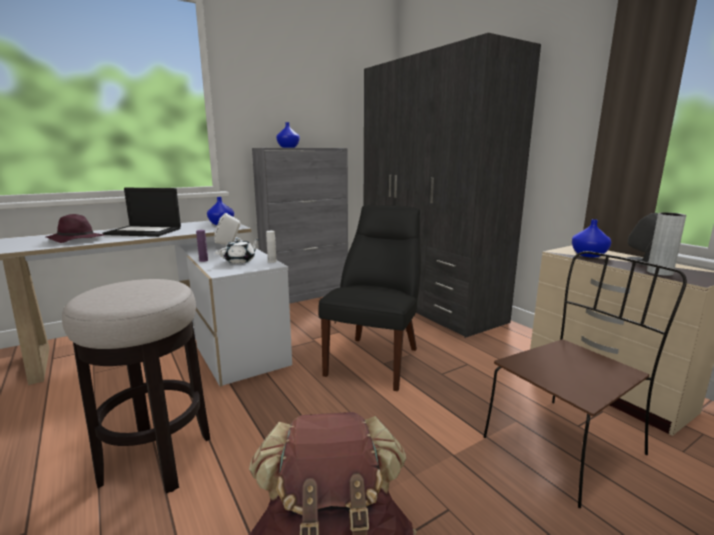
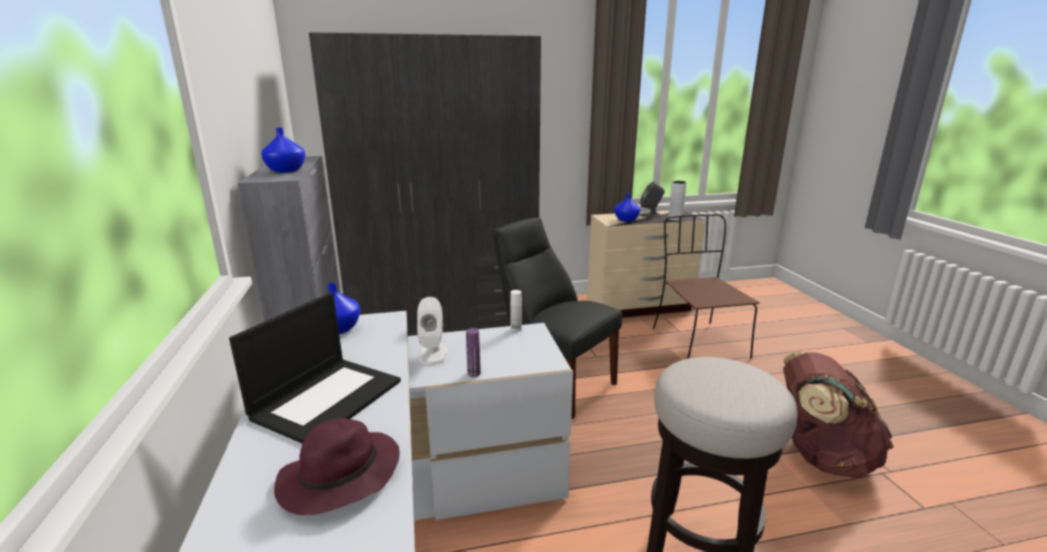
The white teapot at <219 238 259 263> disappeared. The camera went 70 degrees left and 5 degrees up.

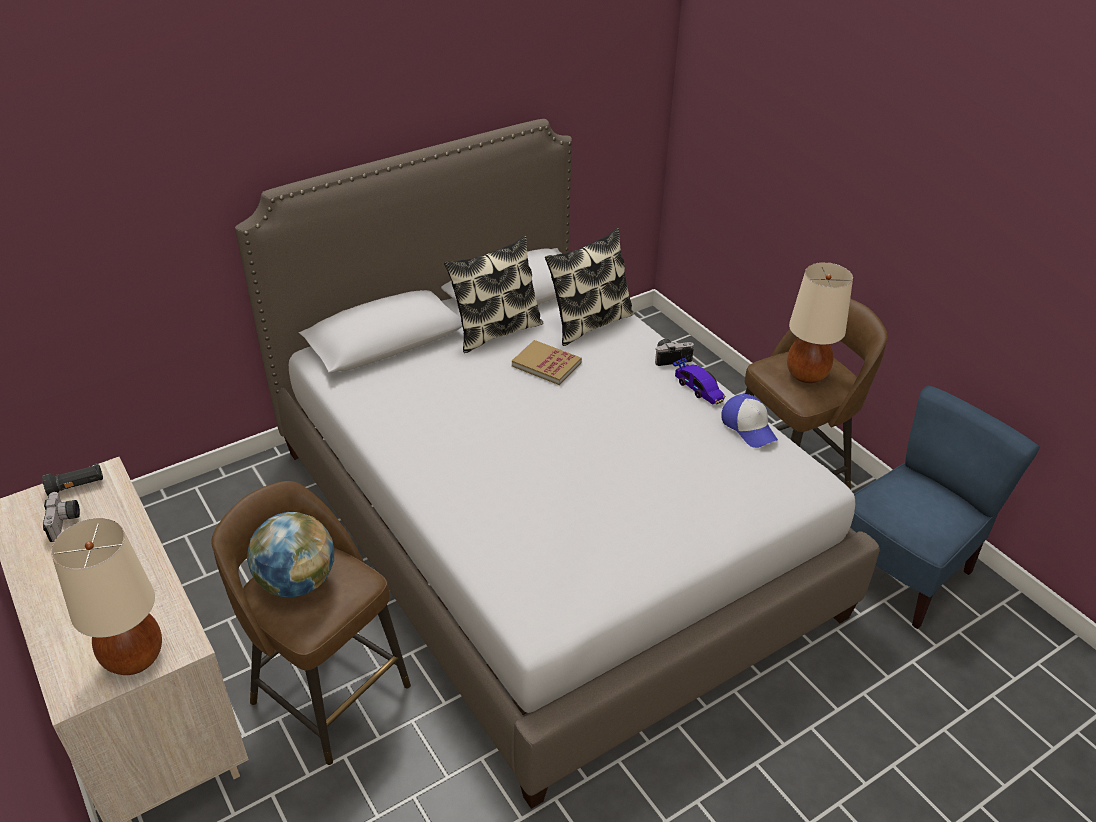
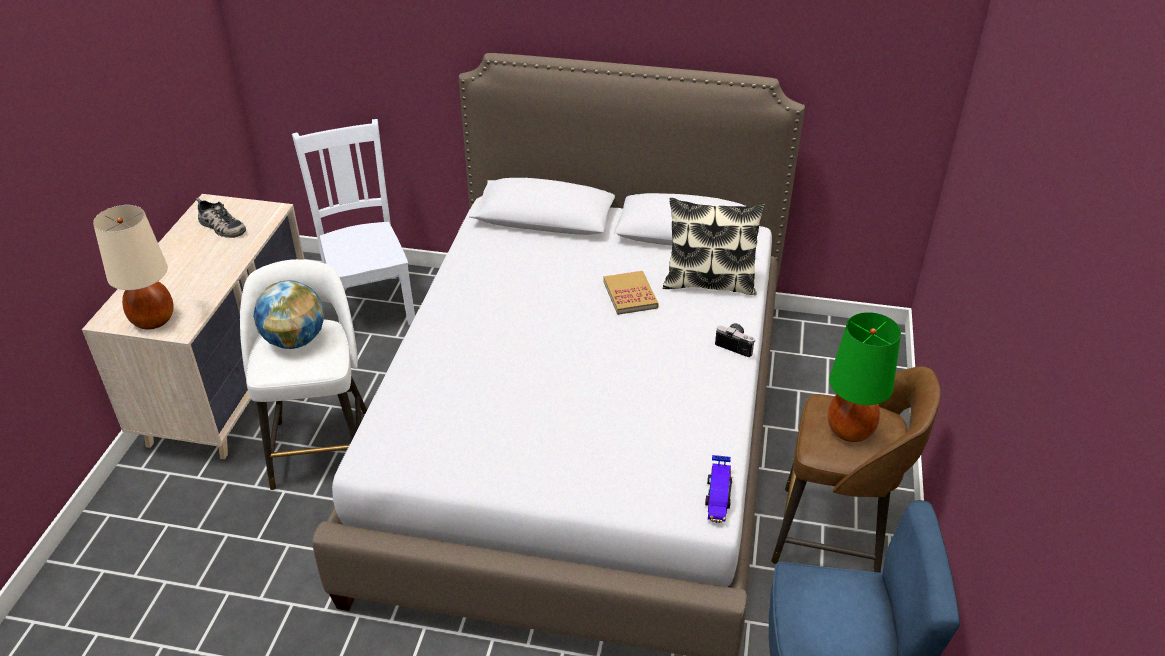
The pillow at <444 236 543 353> disappeared. The beige table lamp at <787 262 853 383> became the green table lamp at <827 312 901 442>. The toy car moved from <673 358 725 405> to <705 455 732 523>. The cap at <721 394 778 448> disappeared. The black flashlight at <42 463 103 496> disappeared. The brown stool at <211 481 411 765> became the white stool at <240 259 367 490>. The photo camera at <43 492 80 542> was replaced by the shoe at <195 198 246 238>. The white chair at <292 119 415 325> appeared. The camera went 45 degrees right and 0 degrees up.

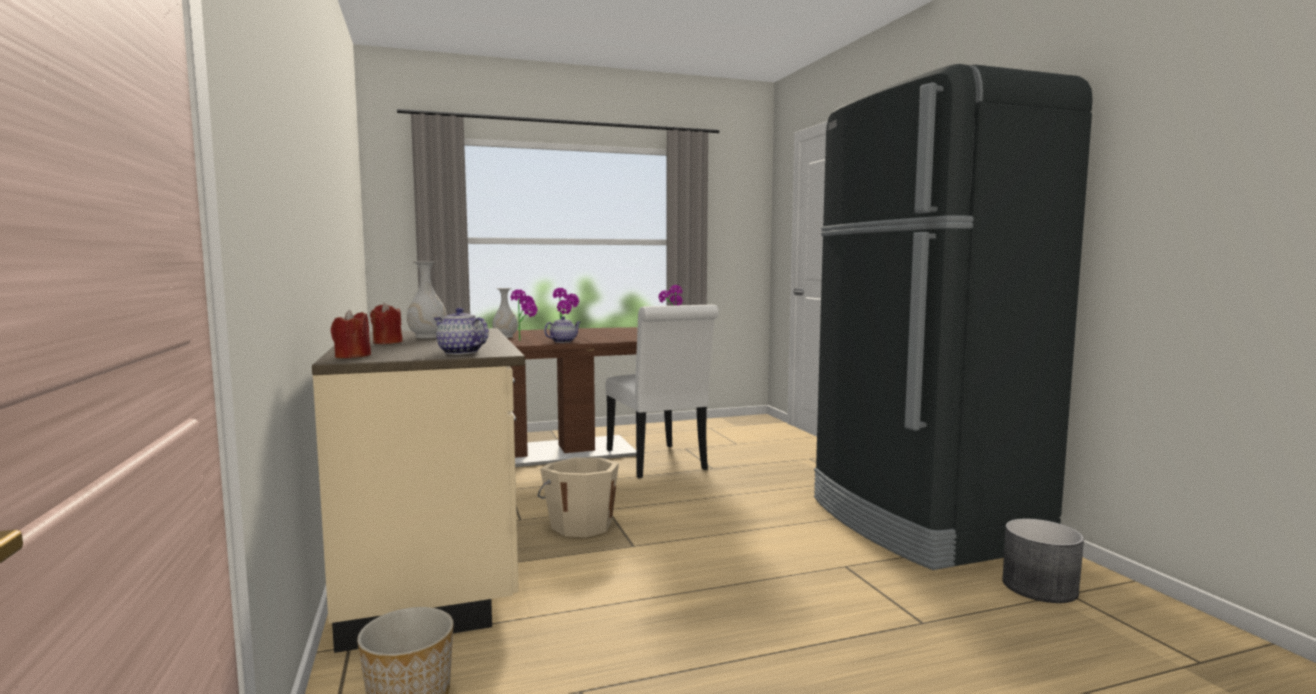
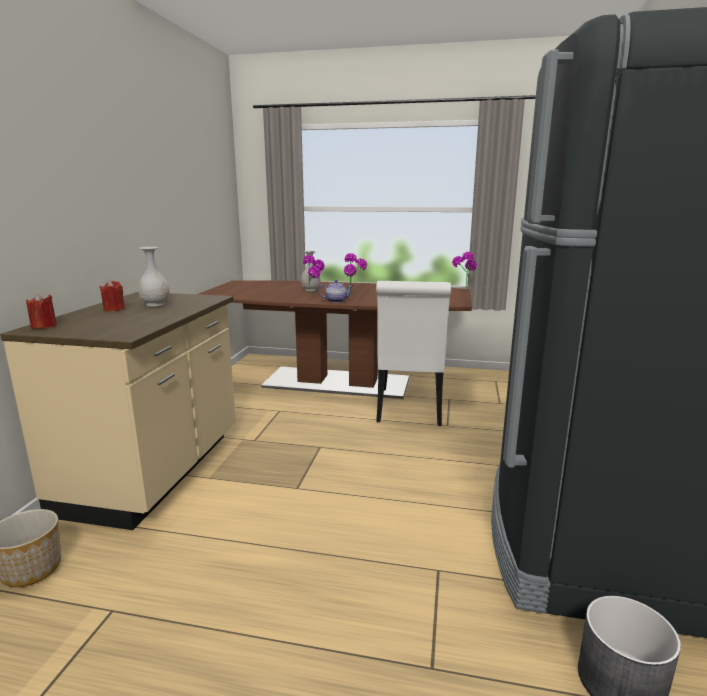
The teapot at <434 308 489 355> disappeared. The beige bucket at <538 457 619 537> disappeared. The camera went 30 degrees right and 10 degrees up.

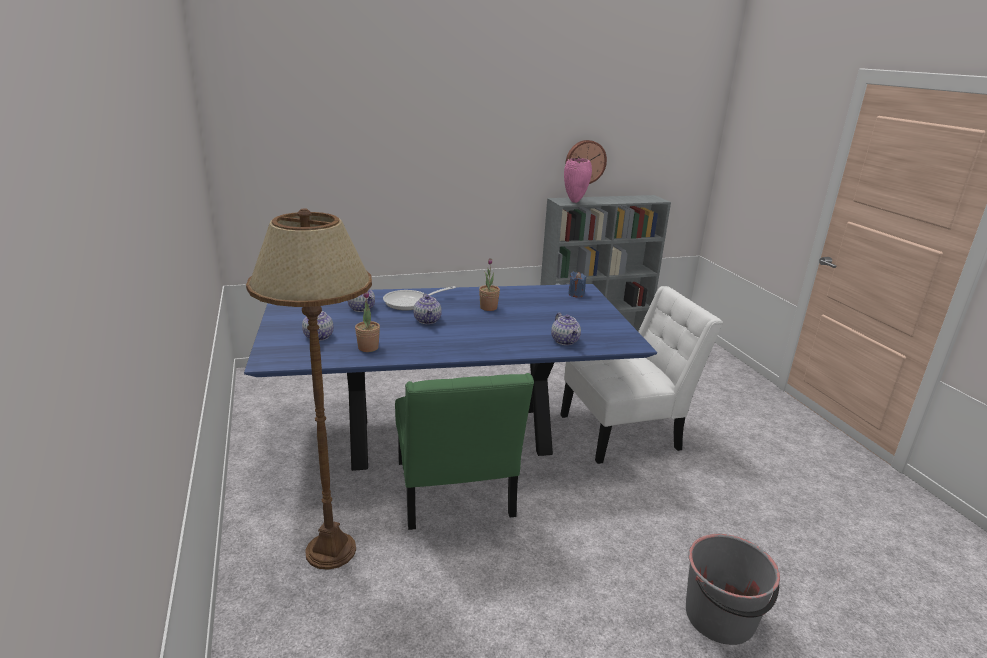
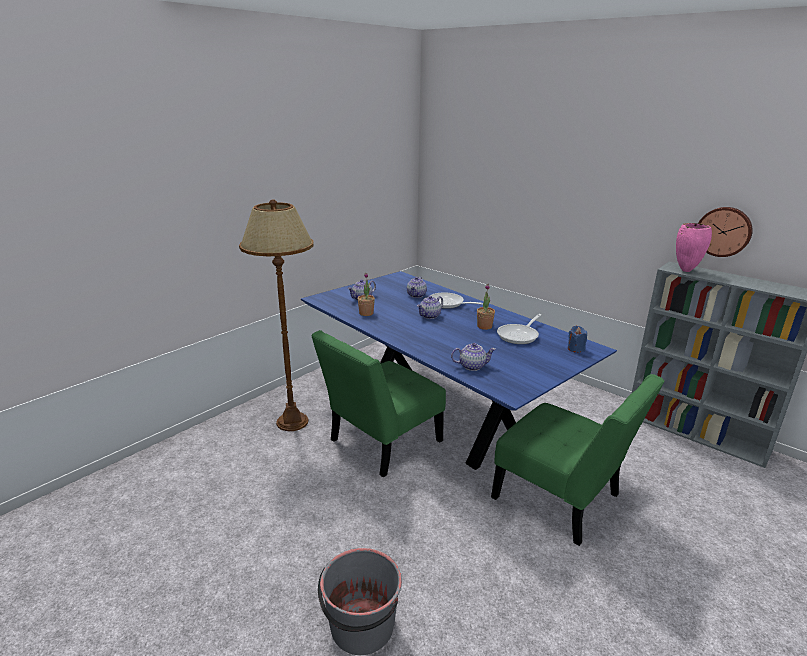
The white chair at <560 286 723 464> became the green chair at <491 374 664 546>. The teapot at <551 313 581 345> turned 135 degrees counterclockwise. The frying pan at <497 314 542 344> appeared. The camera went 60 degrees right and 0 degrees up.

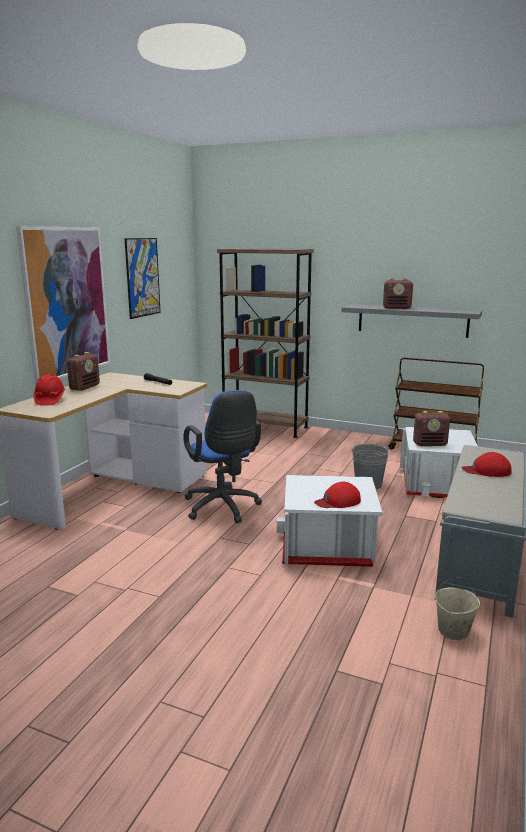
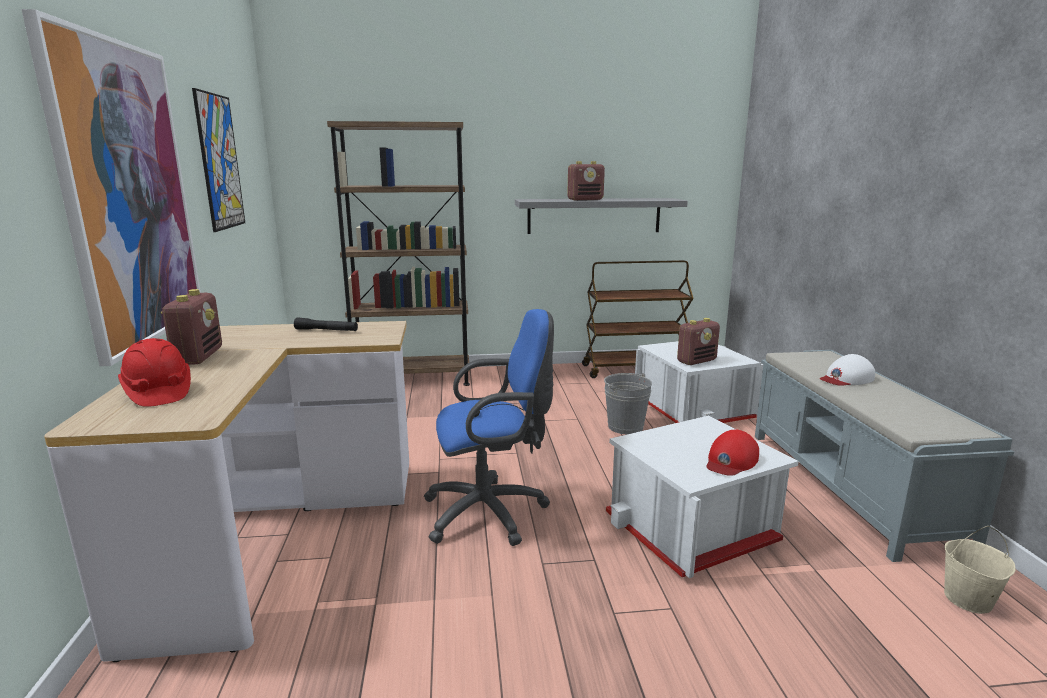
The blue office chair at <184 390 262 523> turned 45 degrees counterclockwise. The red cap at <462 452 511 477> became the white cap at <820 354 875 386>. The camera went 30 degrees left and 0 degrees up.

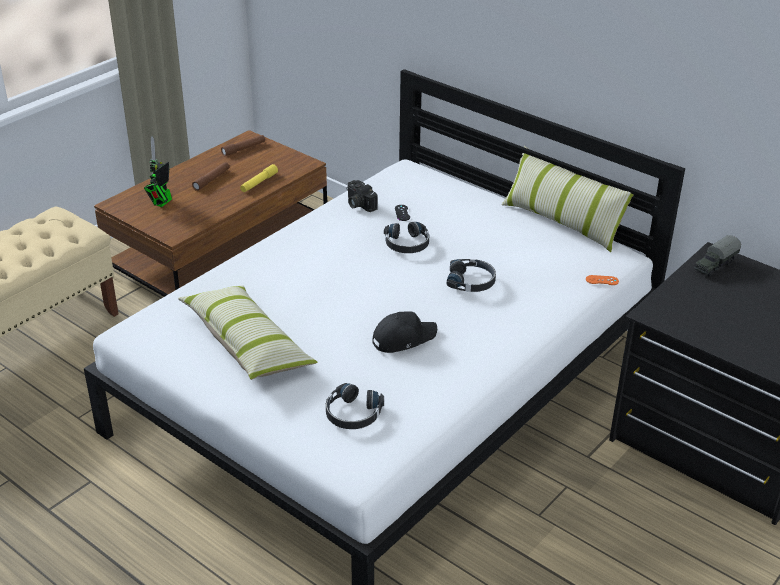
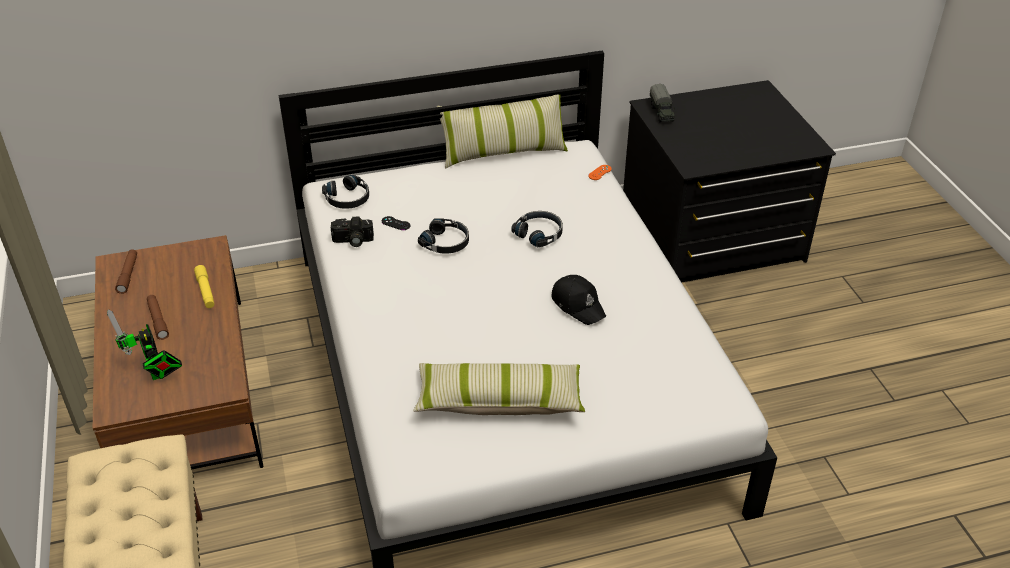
The black cap at <373 311 437 353> turned 135 degrees clockwise. The black headphones moved from <326 383 384 429> to <322 175 369 209>. The camera went 55 degrees left and 5 degrees up.

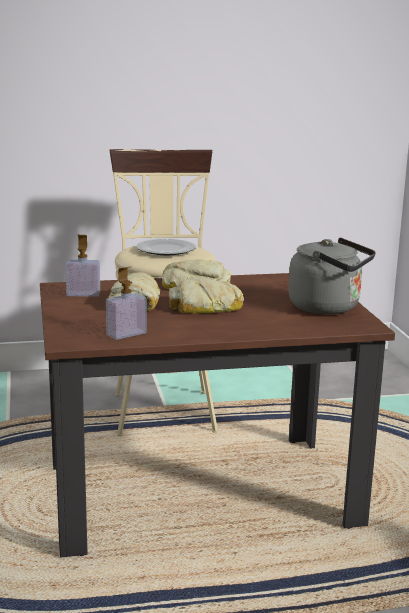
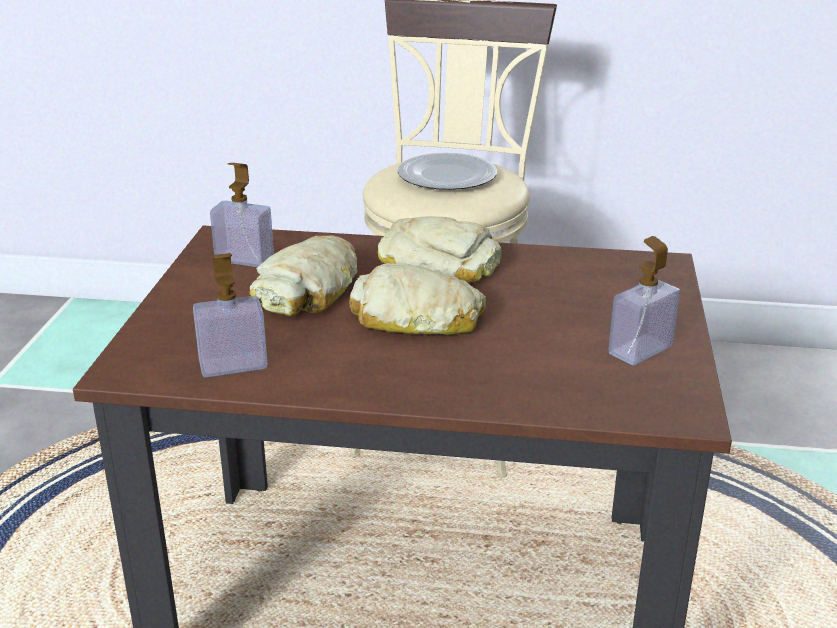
The grey kettle at <288 237 376 314> was replaced by the soap dispenser at <608 236 680 365>. The camera went 20 degrees right and 10 degrees up.

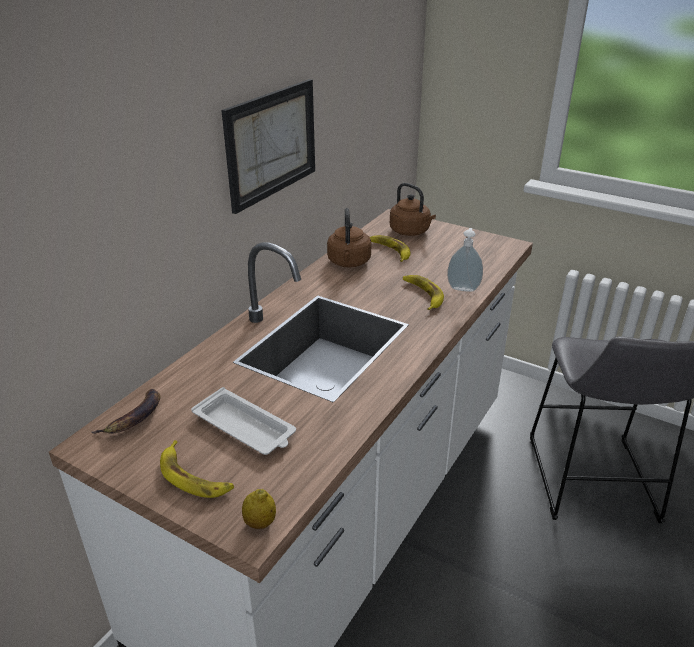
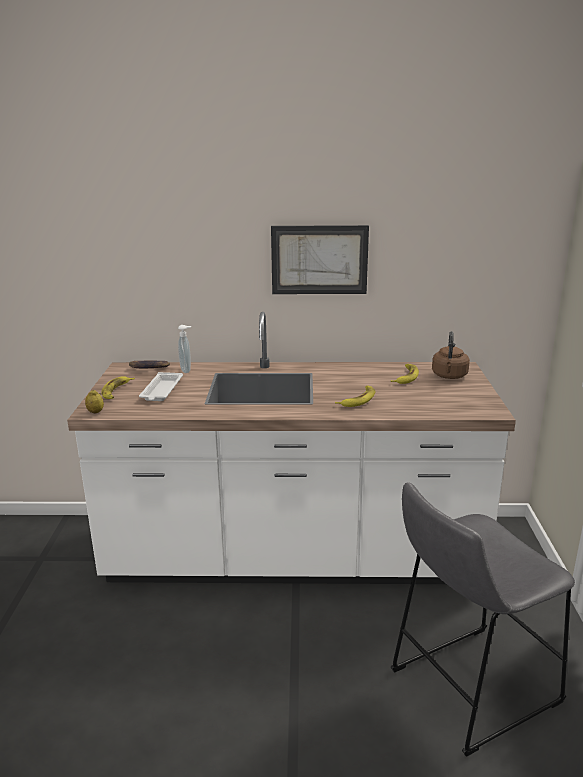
The brown kettle at <327 208 371 267> disappeared. The soap dispenser moved from <447 228 483 292> to <178 325 191 373>. The camera went 60 degrees right and 10 degrees down.

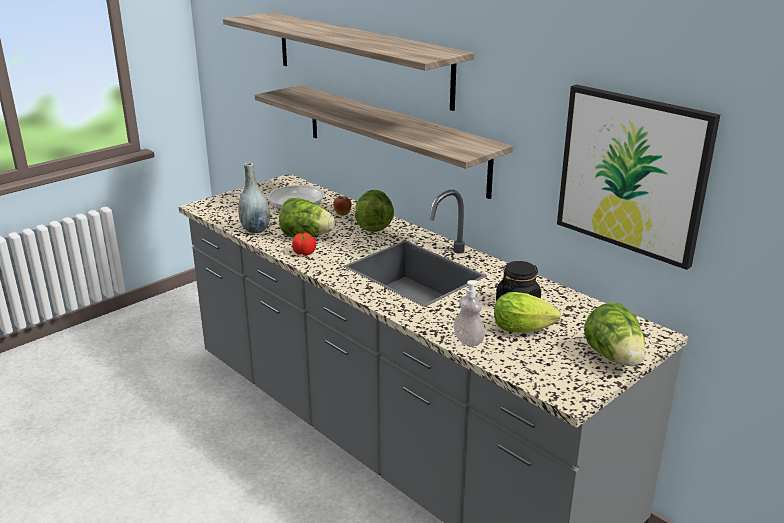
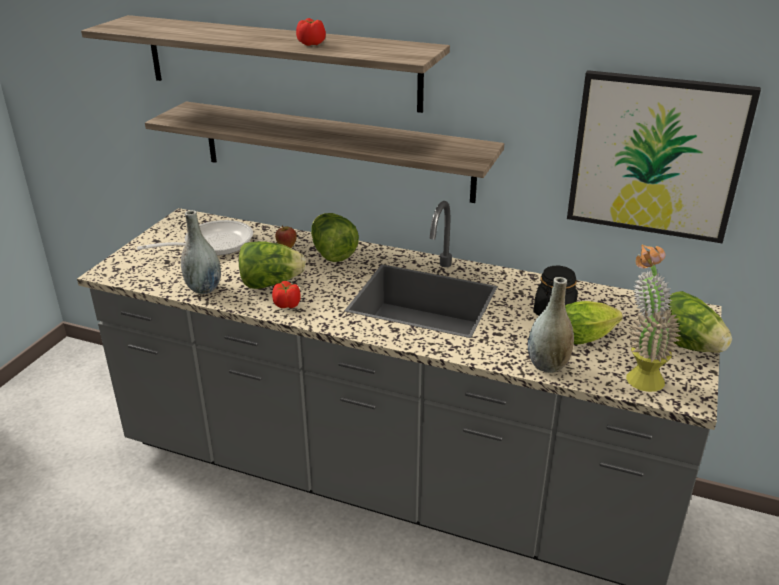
The soap dispenser at <453 280 485 346> was replaced by the grey vase at <528 277 574 373>. The tomato at <296 18 326 46> appeared. The potted plant at <626 245 681 392> appeared. The camera went 25 degrees left and 5 degrees up.

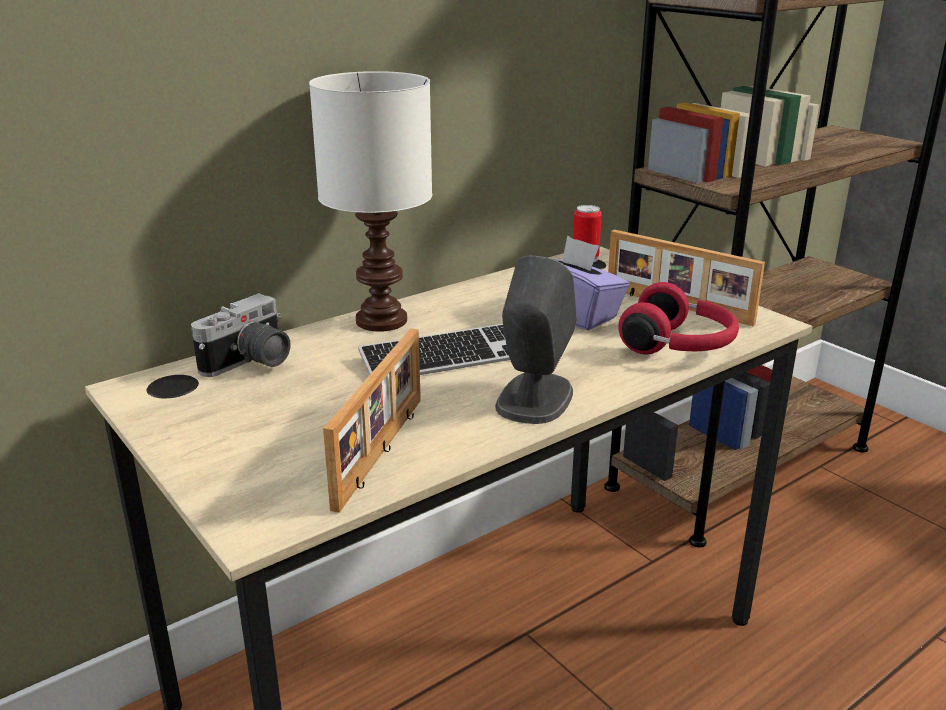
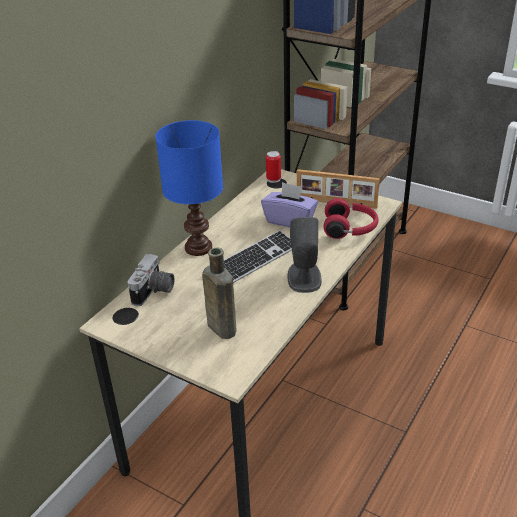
The white table lamp at <309 71 432 332> became the blue table lamp at <155 120 223 256>. The picture frame at <323 328 421 513> disappeared. The brown bottle at <202 247 236 339> appeared. The camera went 20 degrees left and 10 degrees up.

